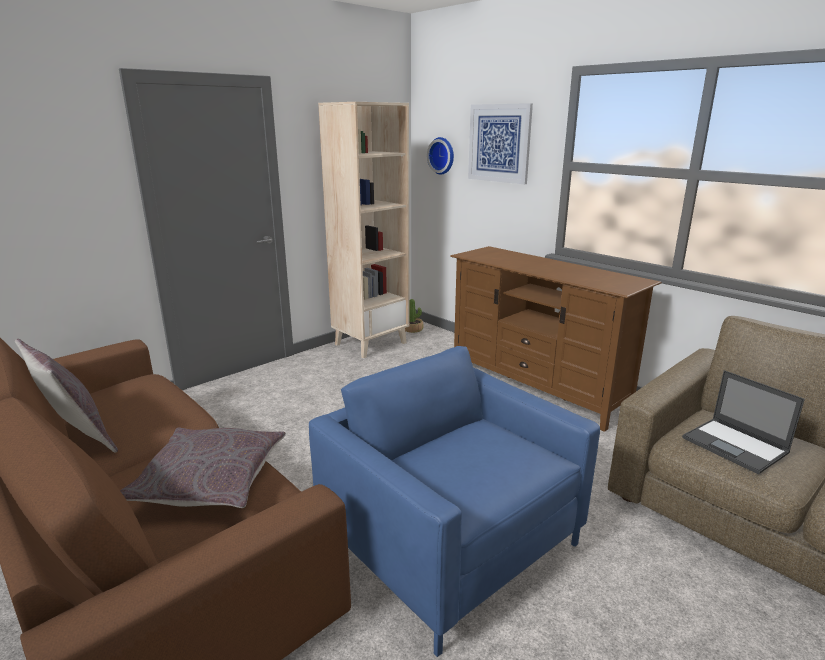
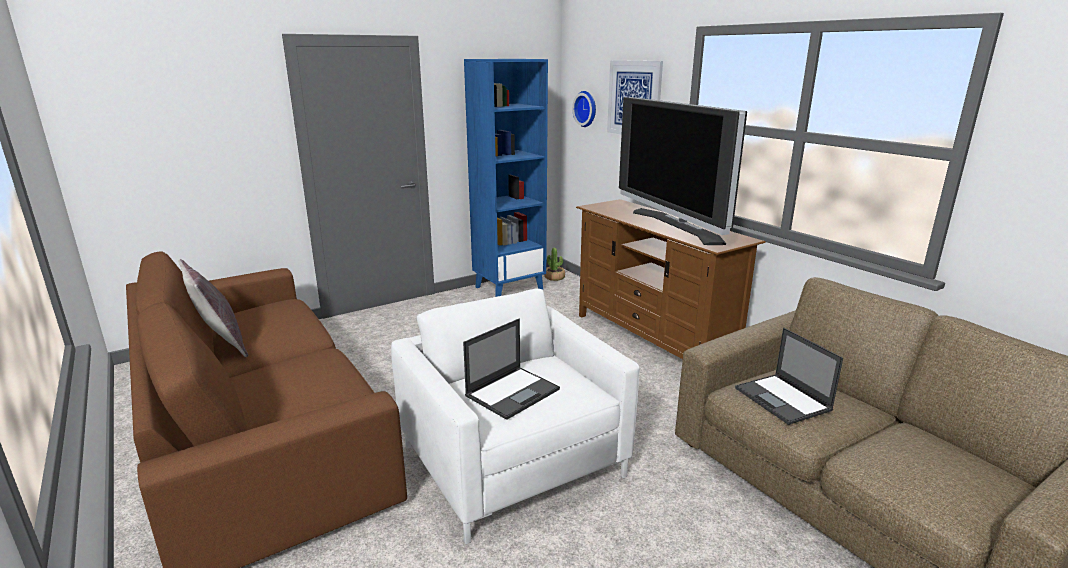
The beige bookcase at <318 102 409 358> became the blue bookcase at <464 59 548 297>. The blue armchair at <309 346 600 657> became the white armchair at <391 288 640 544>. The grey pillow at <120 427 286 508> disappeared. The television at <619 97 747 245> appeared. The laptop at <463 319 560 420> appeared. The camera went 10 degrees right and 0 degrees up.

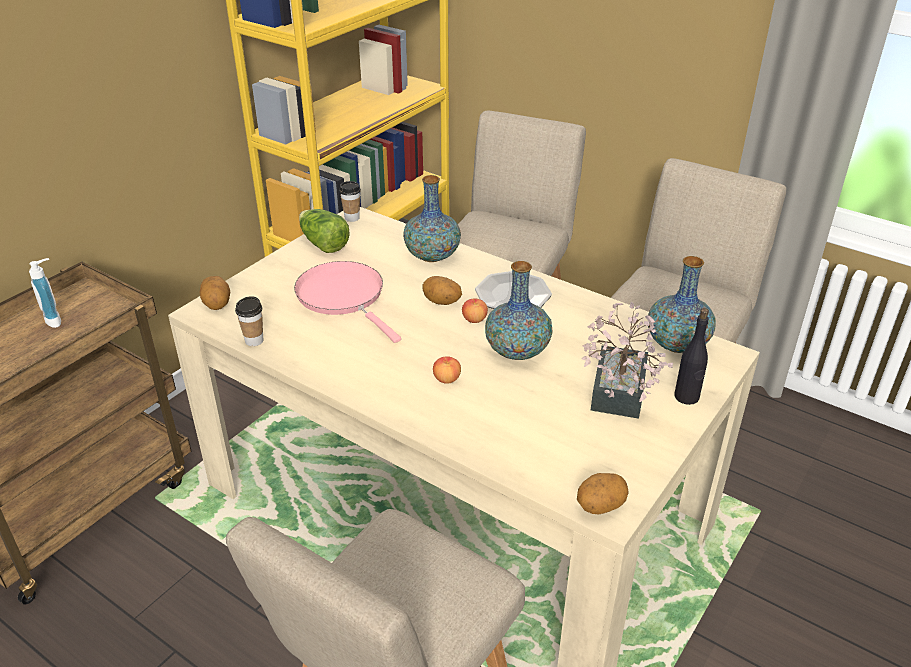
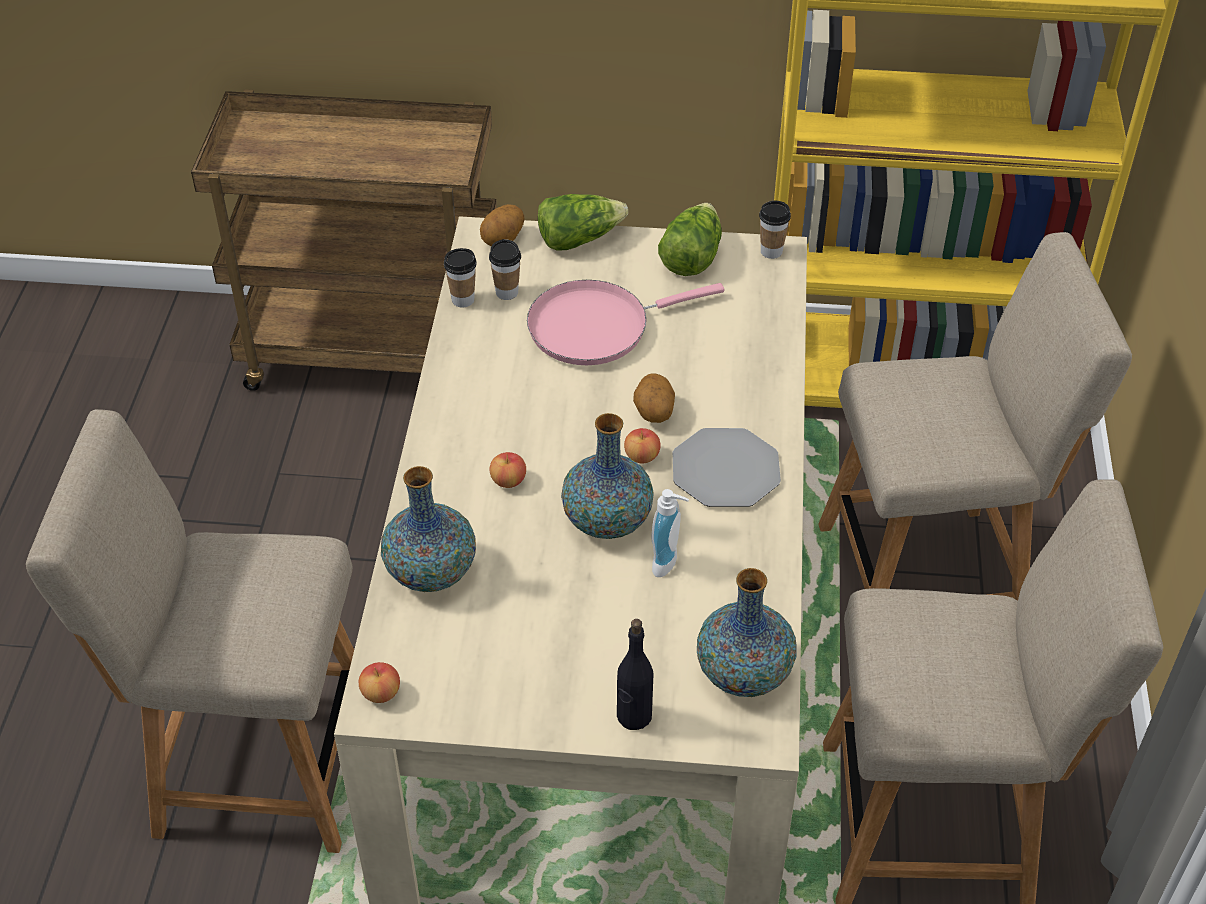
The vase moved from <403 175 461 262> to <381 466 476 592>. The soap dispenser moved from <29 258 61 328> to <652 489 689 577>. The pink frying pan at <294 261 401 343> turned 135 degrees counterclockwise. The potted plant at <581 302 673 419> disappeared. The potato at <577 473 629 514> was replaced by the apple at <358 662 400 703>. The lettuce at <538 194 628 251> appeared. The cup at <489 239 521 300> appeared. The camera went 60 degrees right and 10 degrees up.

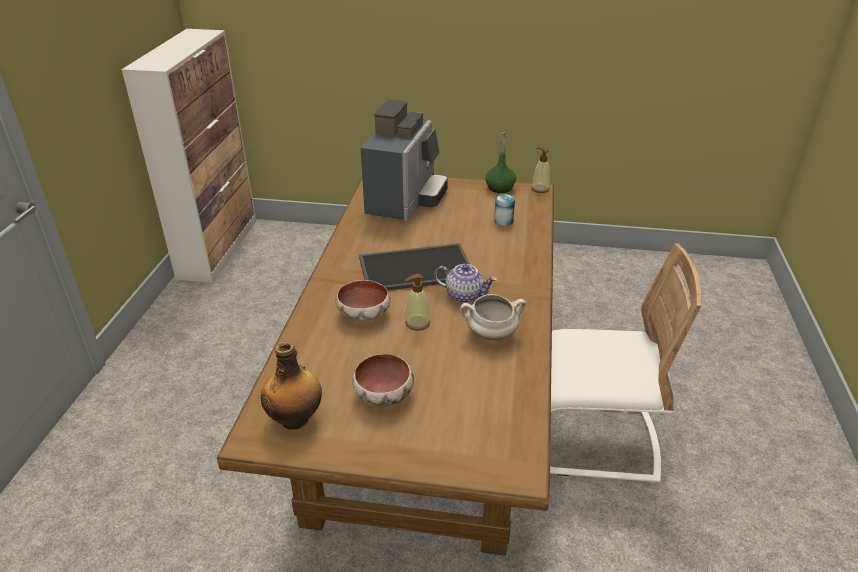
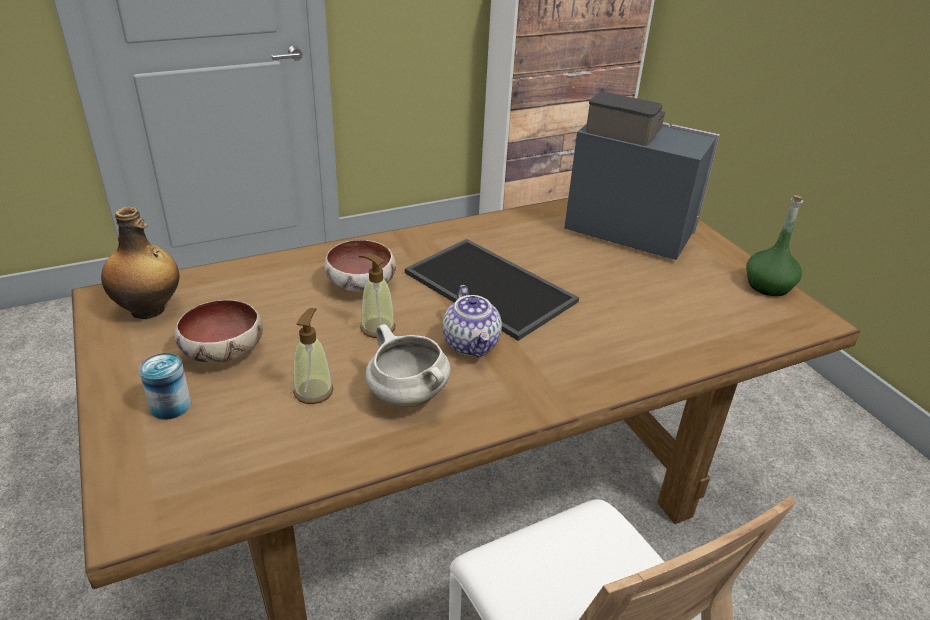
The coffee machine at <361 99 448 221> turned 135 degrees counterclockwise. The soap dispenser moved from <531 147 550 193> to <293 308 333 404>. The can moved from <494 194 515 226> to <139 353 191 420>. The camera went 55 degrees right and 0 degrees up.

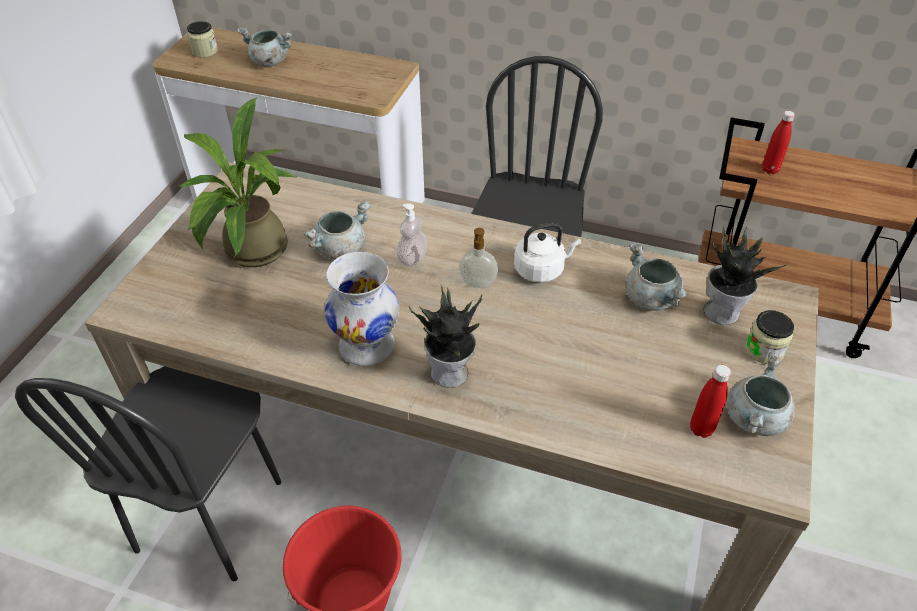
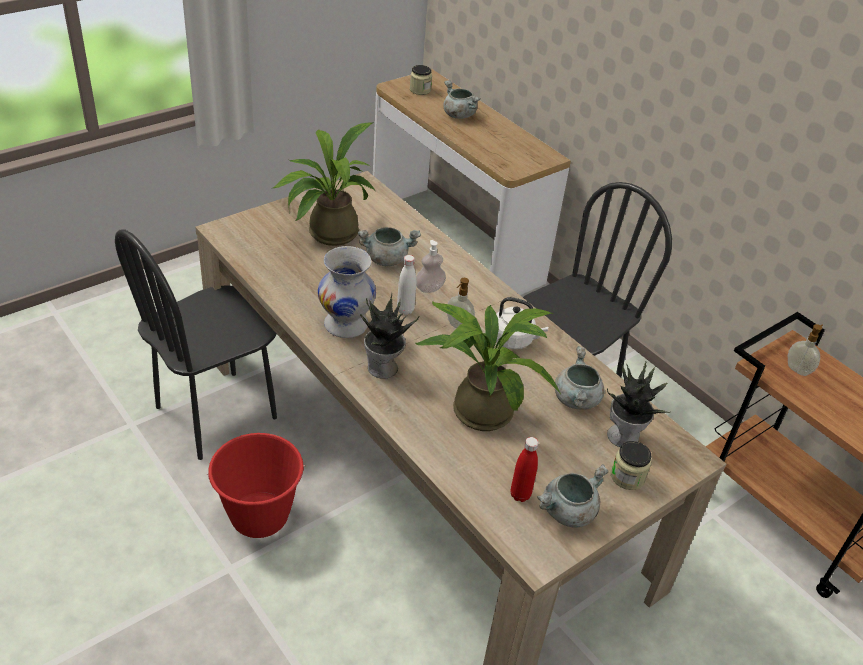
The red bottle at <762 111 795 174> was replaced by the soap dispenser at <788 324 823 376>. The white bottle at <397 255 416 315> appeared. The potted plant at <416 301 561 431> appeared. The camera went 30 degrees right and 5 degrees down.

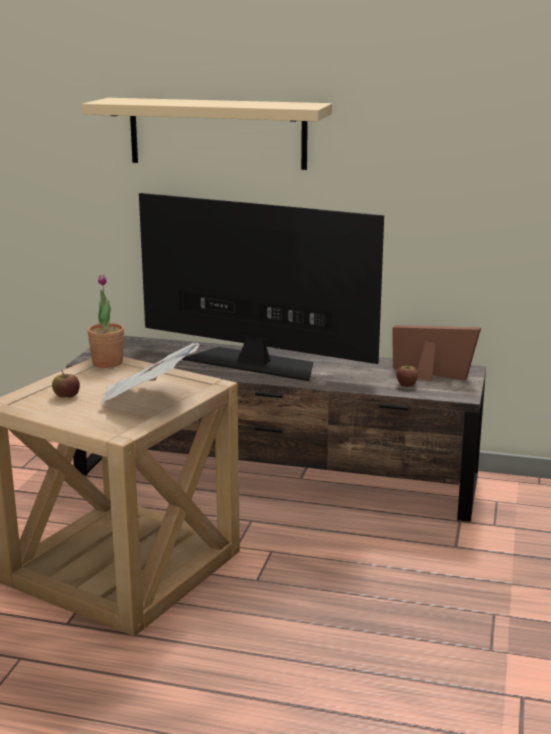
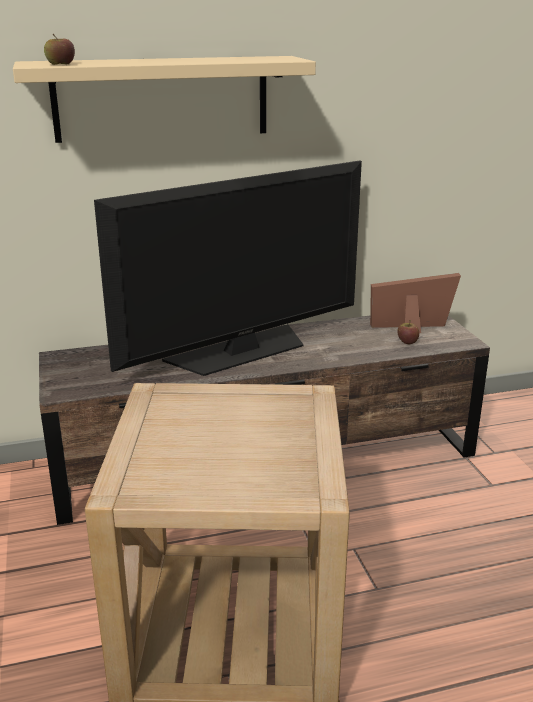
The television at <139 193 384 381> turned 150 degrees clockwise. The potted plant at <87 274 124 368> disappeared. The newspaper at <100 343 200 404> disappeared. The apple moved from <52 371 80 398> to <44 34 75 65>. The camera went 30 degrees left and 5 degrees up.

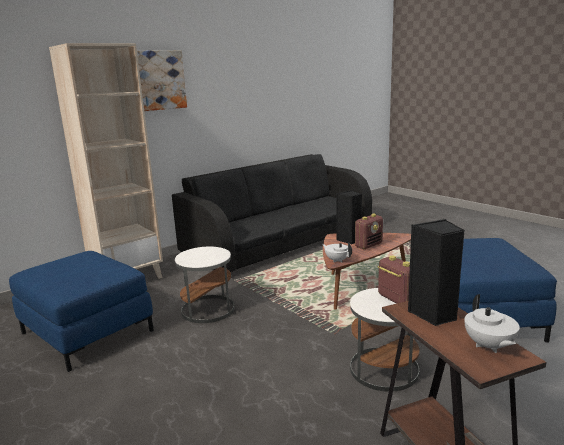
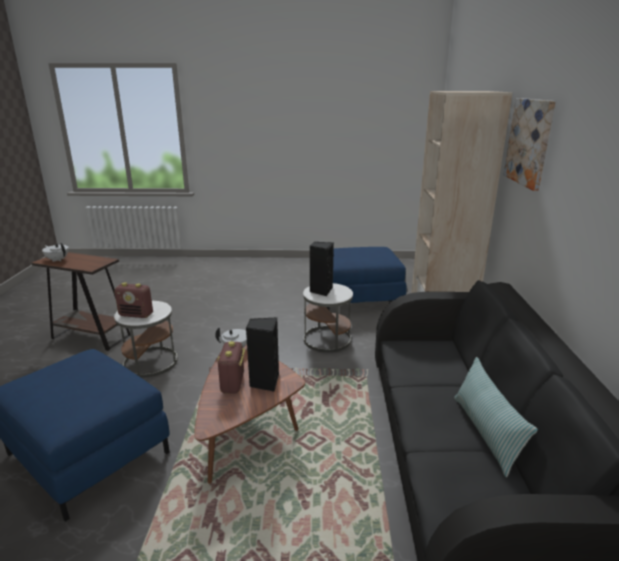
The black speaker moved from <408 219 465 326> to <310 242 334 296>. The pillow at <454 357 538 477> appeared. The camera went 130 degrees right and 5 degrees up.

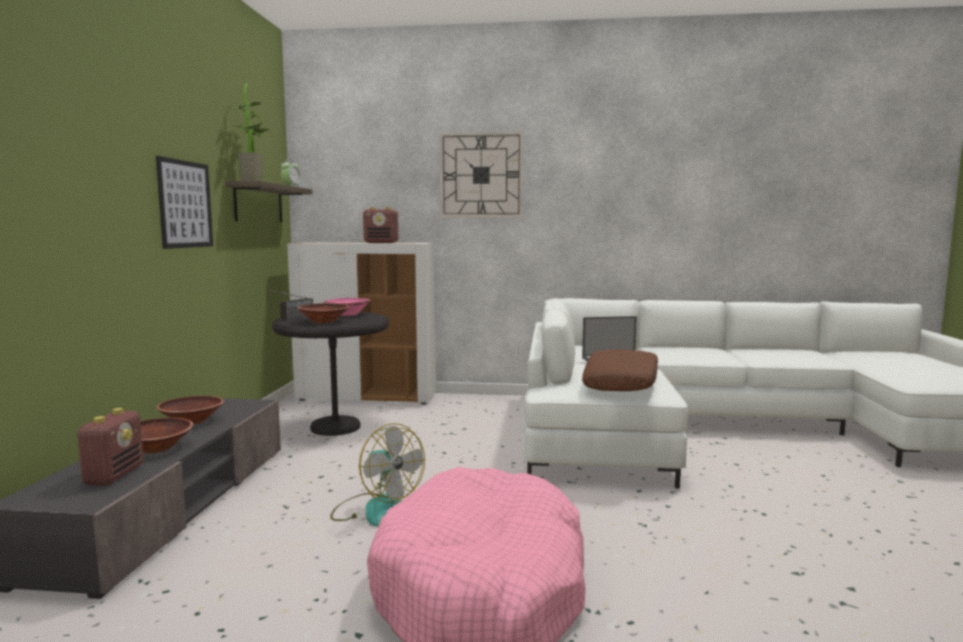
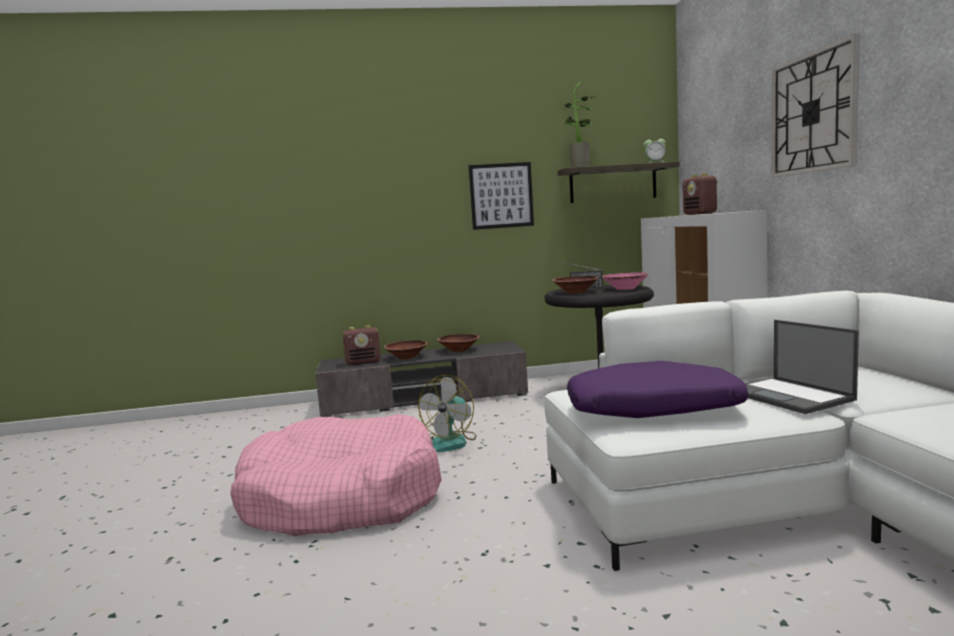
The brown pillow at <582 349 658 391> became the purple pillow at <567 361 749 418>. The camera went 75 degrees right and 0 degrees up.

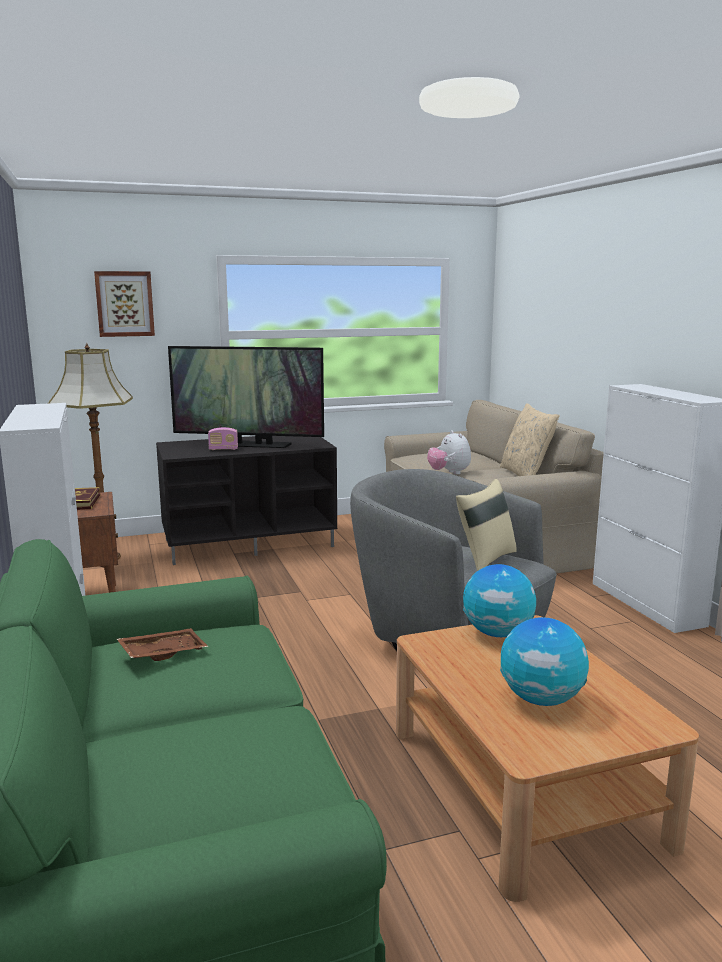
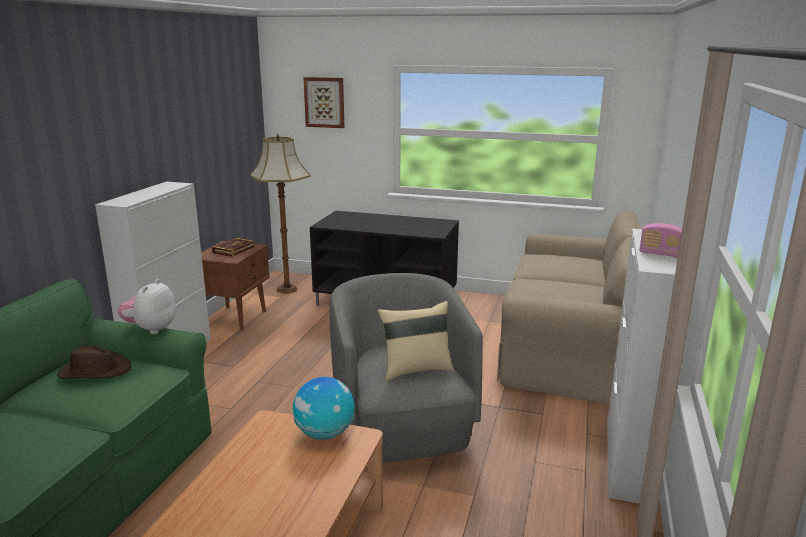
The television at <168 346 324 448> disappeared. The beige pillow at <500 403 560 476> disappeared. The radio moved from <208 427 238 450> to <639 223 682 258>. The plush toy moved from <427 430 471 474> to <118 279 176 334>. The globe at <500 617 589 706> disappeared. The brown tray at <117 628 209 661> was replaced by the brown hat at <57 345 131 379>. The camera went 35 degrees right and 5 degrees up.

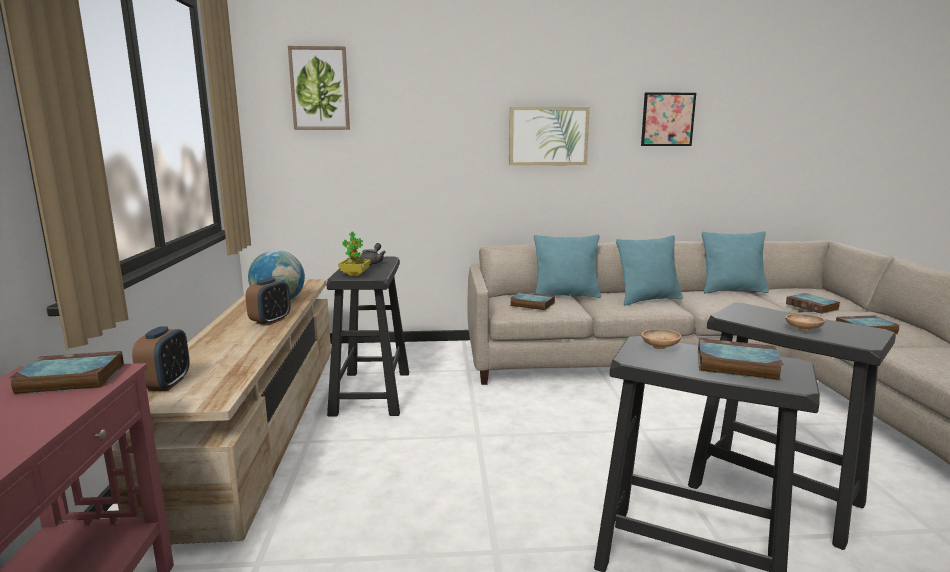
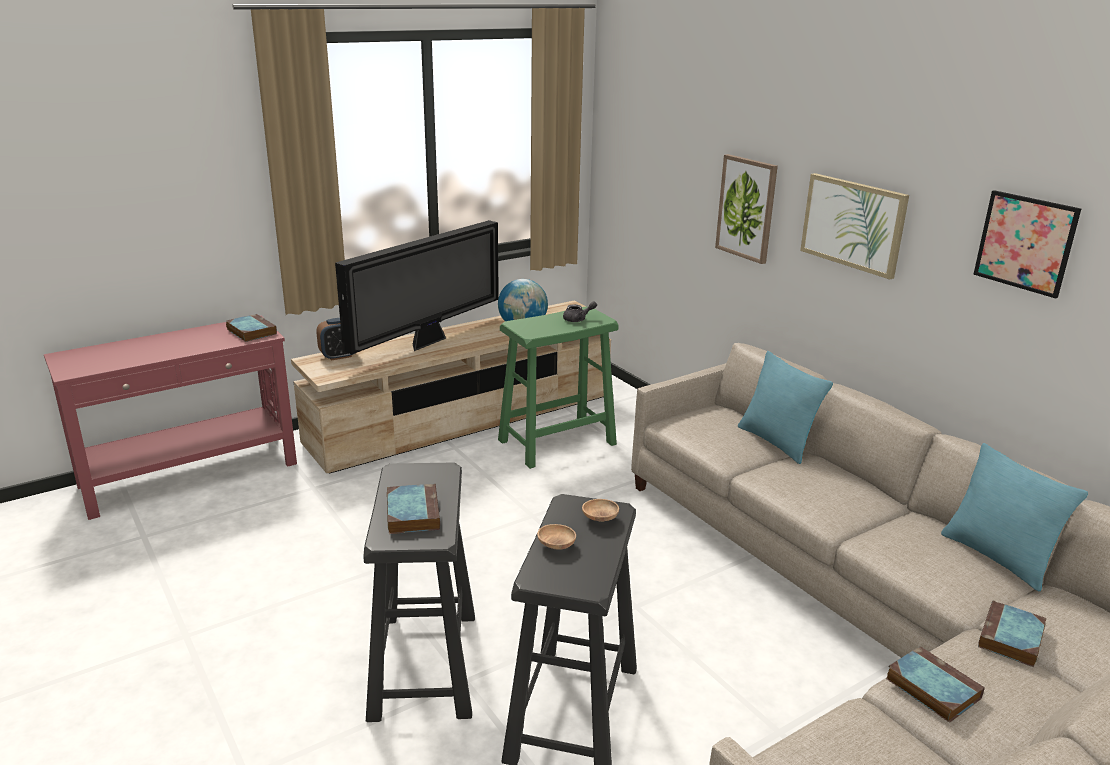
The picture moved from <288 46 350 130> to <715 154 778 264>. The potted plant at <338 232 371 276> disappeared. The turquoise pillow at <616 235 683 306> disappeared. The black stool at <326 257 409 417> became the green stool at <498 307 619 469>. The alarm clock at <246 278 291 325> disappeared. The book at <510 291 555 311> disappeared. The brown bowl moved from <642 329 681 349> to <582 499 619 522>. The television at <335 220 499 354> appeared. The camera went 60 degrees right and 10 degrees up.

